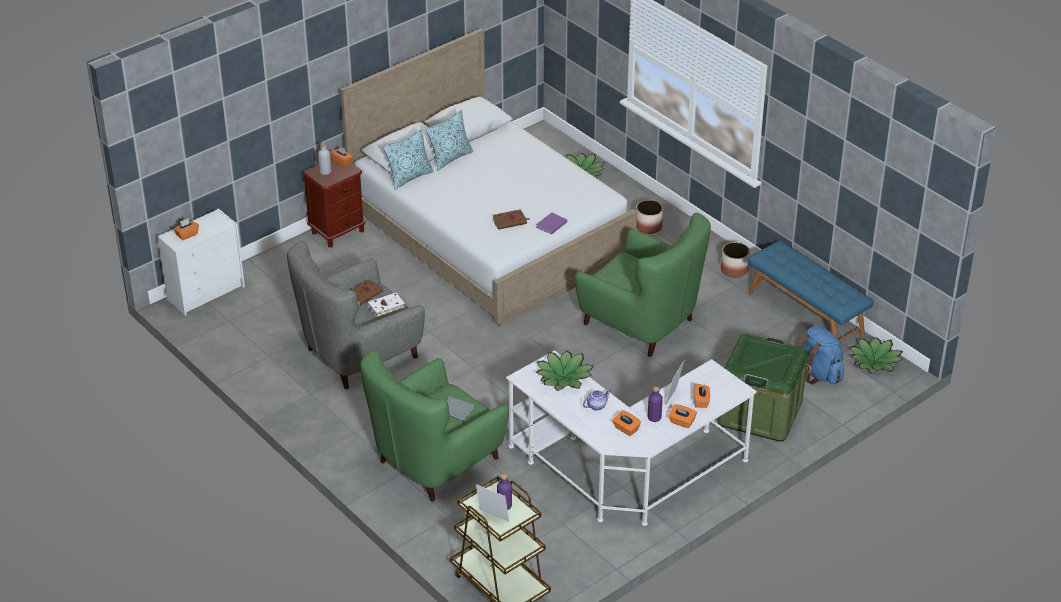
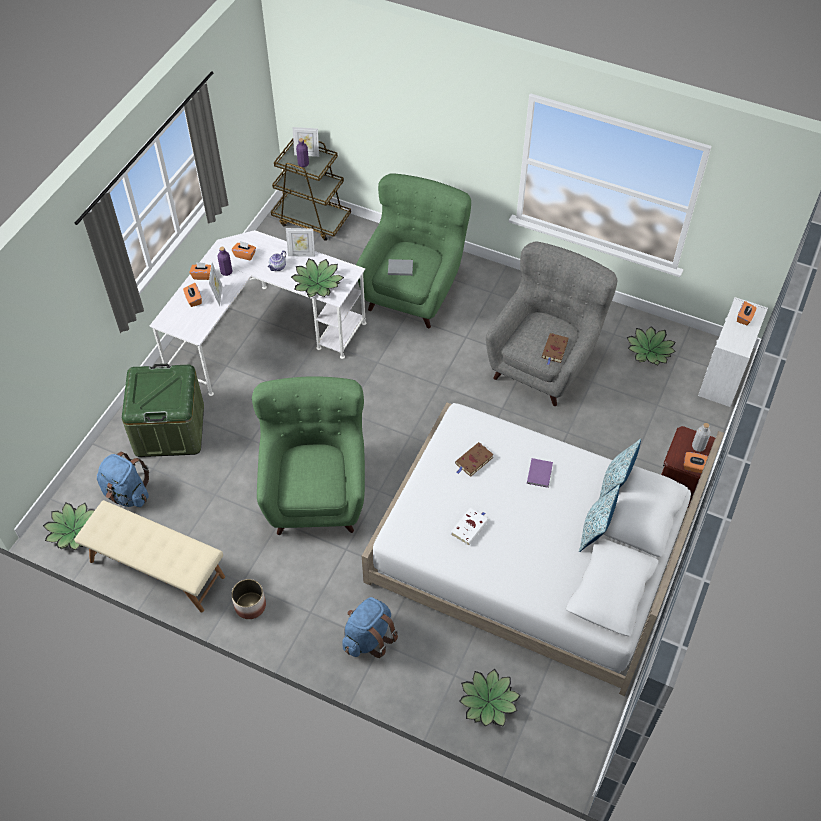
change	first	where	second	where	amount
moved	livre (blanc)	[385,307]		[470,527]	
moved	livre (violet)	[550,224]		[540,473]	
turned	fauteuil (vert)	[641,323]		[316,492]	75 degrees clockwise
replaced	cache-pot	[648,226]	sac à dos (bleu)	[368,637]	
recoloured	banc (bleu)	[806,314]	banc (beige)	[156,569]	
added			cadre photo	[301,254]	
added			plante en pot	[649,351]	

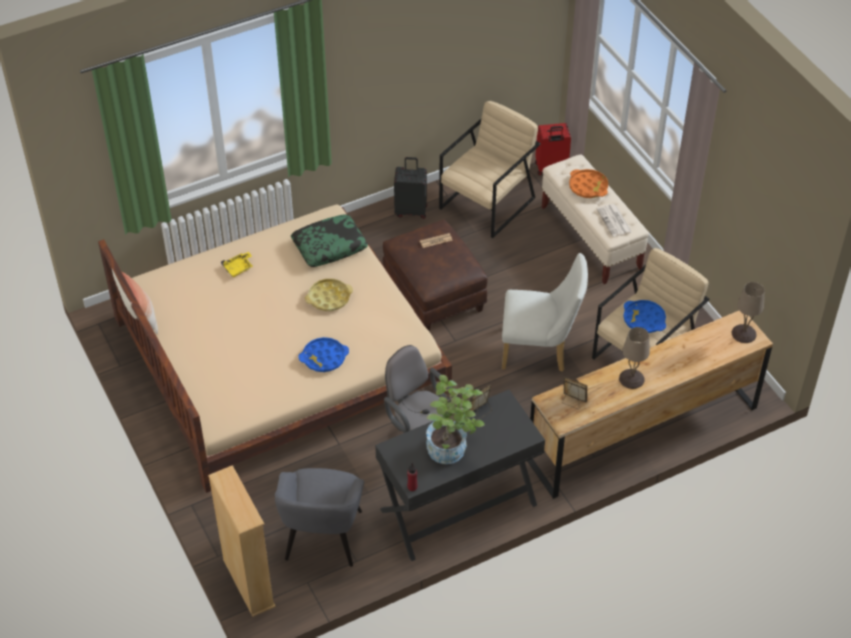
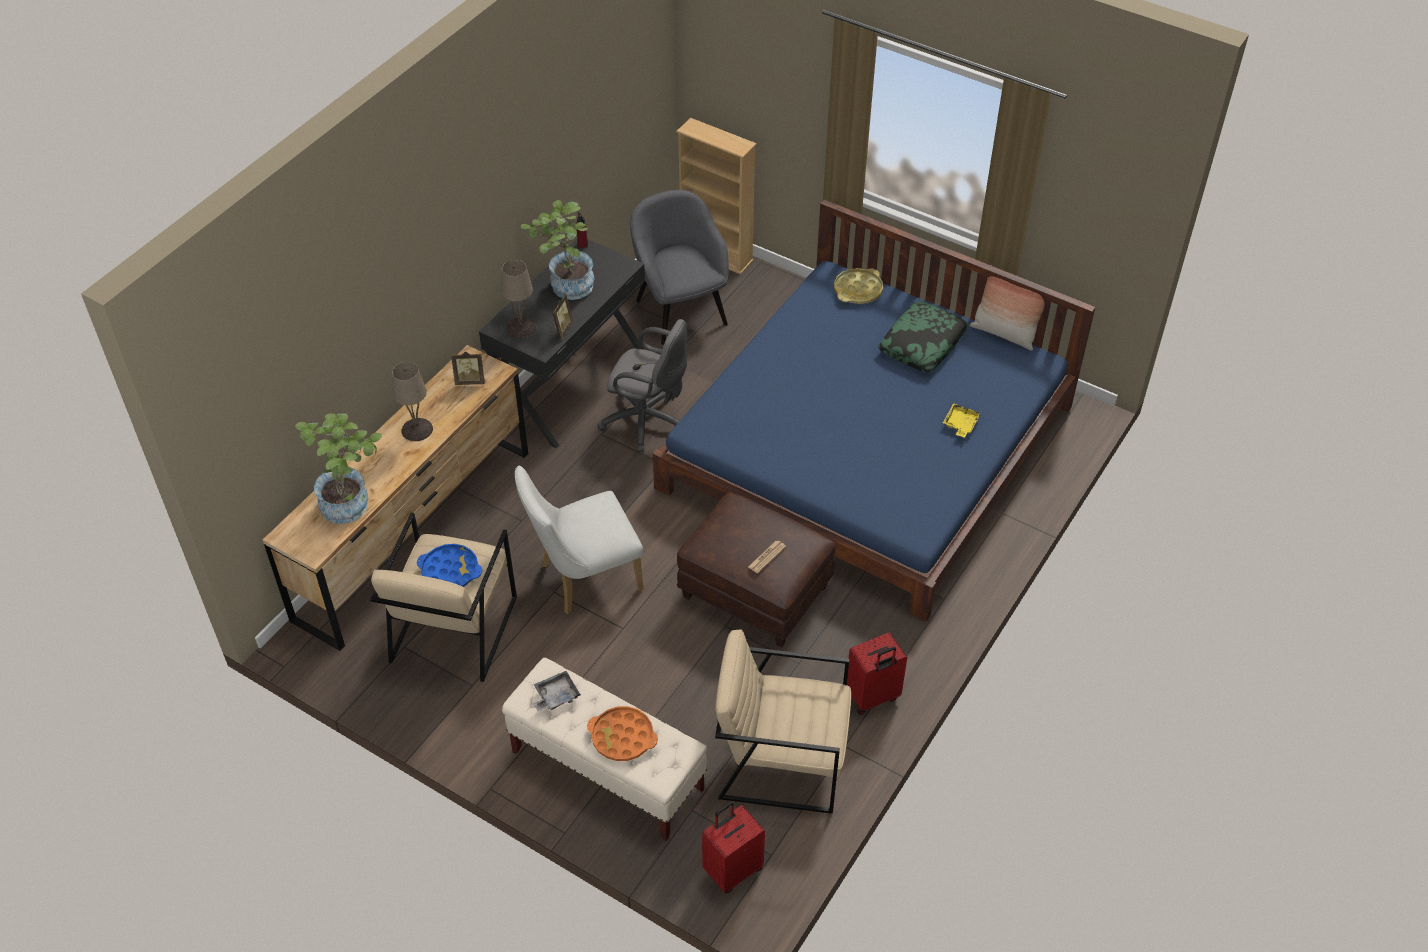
change	first	where	second	where	amount
recoloured	lit (beige)	[279,355]	lit (bleu)	[867,446]	
moved	coussin	[329,246]		[922,344]	
removed	plateau (bleu)	[324,358]			
moved	plateau (jaune)	[329,298]		[858,290]	
recoloured	valise (noir)	[411,210]	valise (rouge)	[872,697]	
turned	fauteuil (beige)	[487,203]		[781,759]	90 degrees clockwise
replaced	journal	[614,221]	plateau (gris)	[556,696]	
moved	lampe de table (beige)	[744,333]		[521,327]	
added			plante en pot	[351,502]	

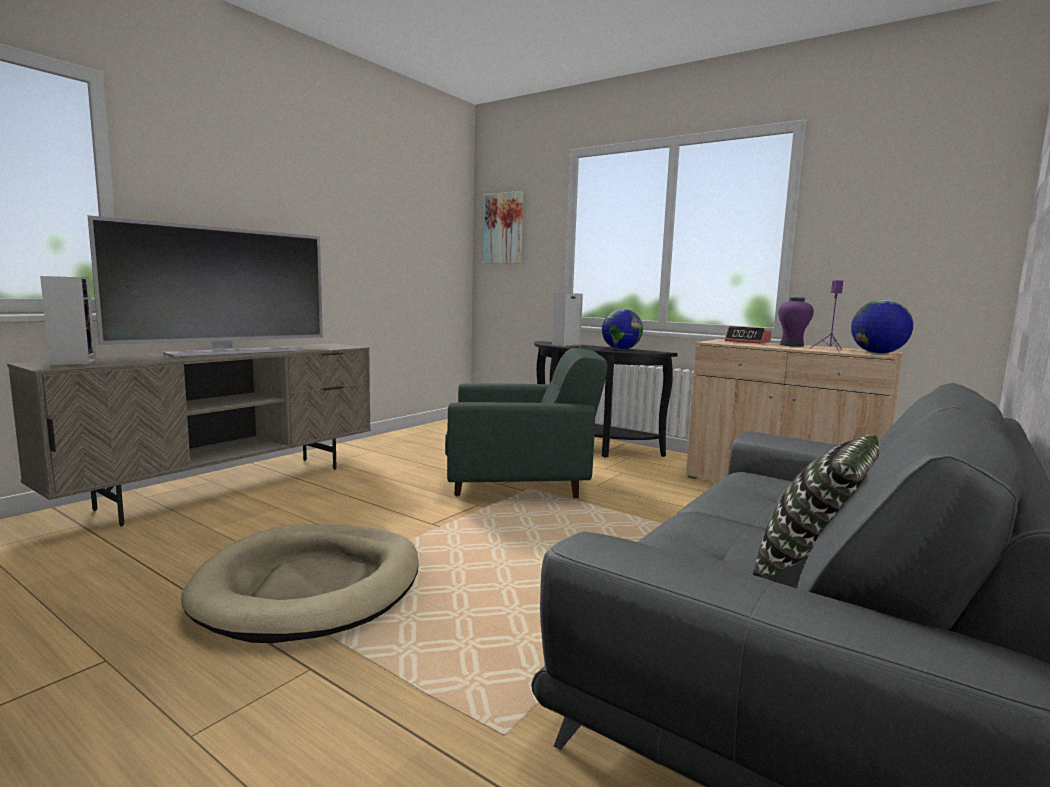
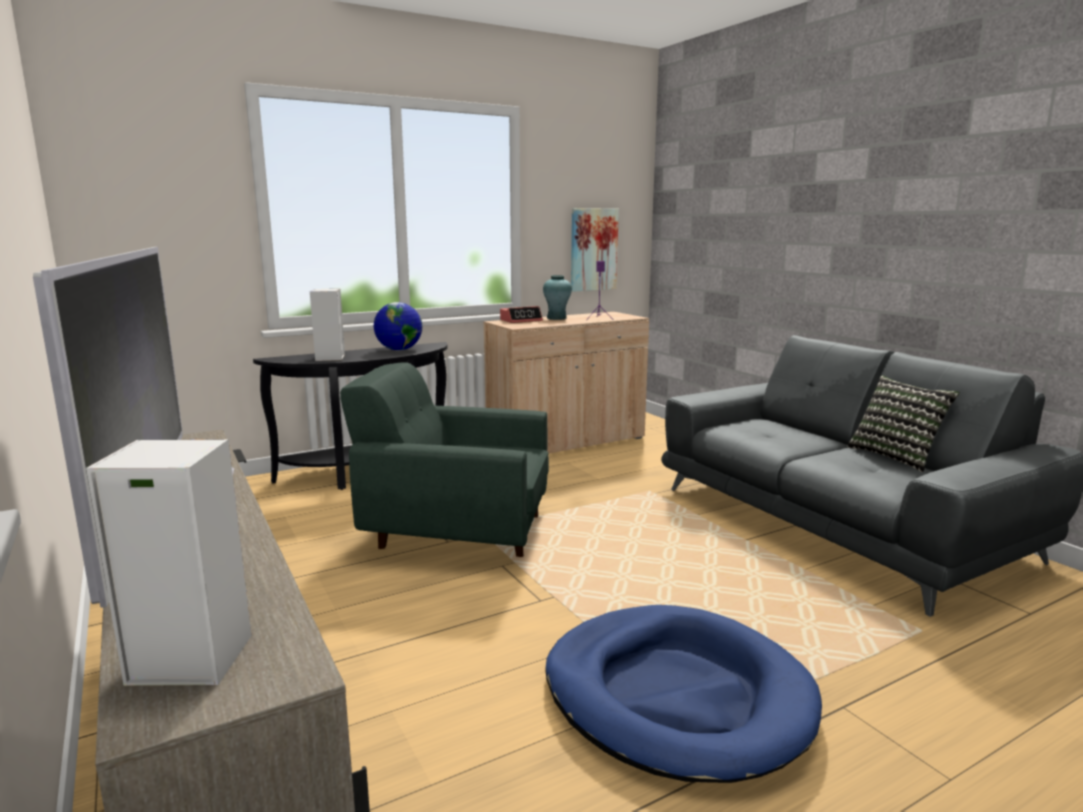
change	first	where	second	where	amount
recoloured	panier pour chien (beige)	[311,586]	panier pour chien (bleu)	[676,696]	
turned	fauteuil (vert)	[521,483]		[456,530]	105 degrees counterclockwise
moved	tableau	[504,228]		[593,249]	
recoloured	vase (violet)	[792,345]	vase (turquoise)	[556,318]	
removed	globe	[877,353]			

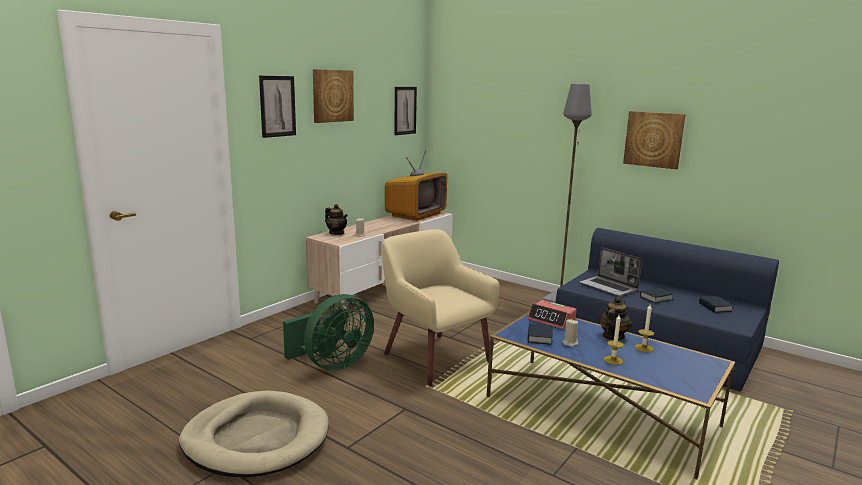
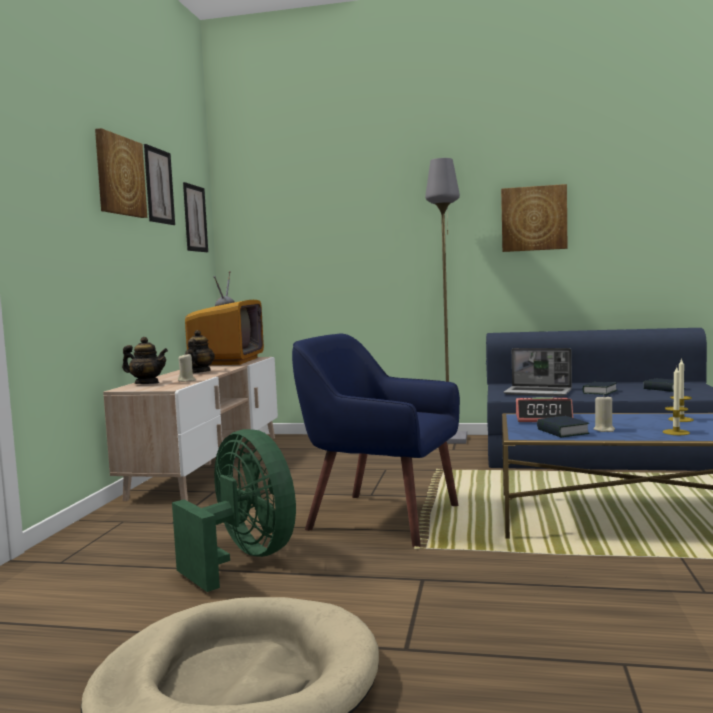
change	first	where	second	where	amount
moved	tableau	[277,106]		[159,186]	
turned	ventilateur (vert)	[332,364]		[243,559]	60 degrees counterclockwise
recoloured	fauteuil (beige)	[435,357]	fauteuil (bleu)	[381,517]	
moved	théière	[612,336]		[199,372]	

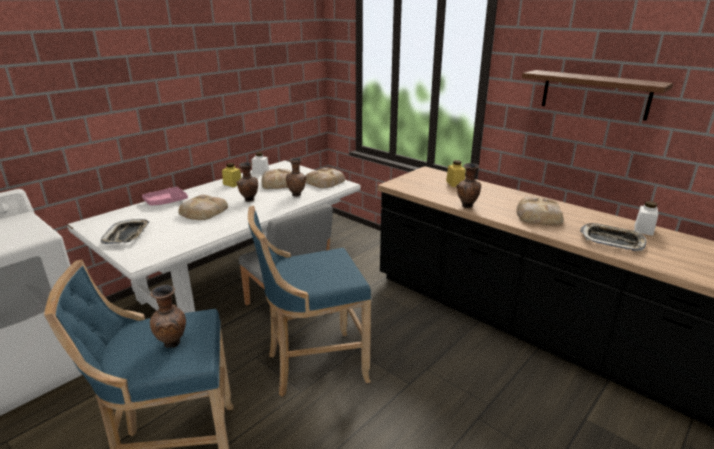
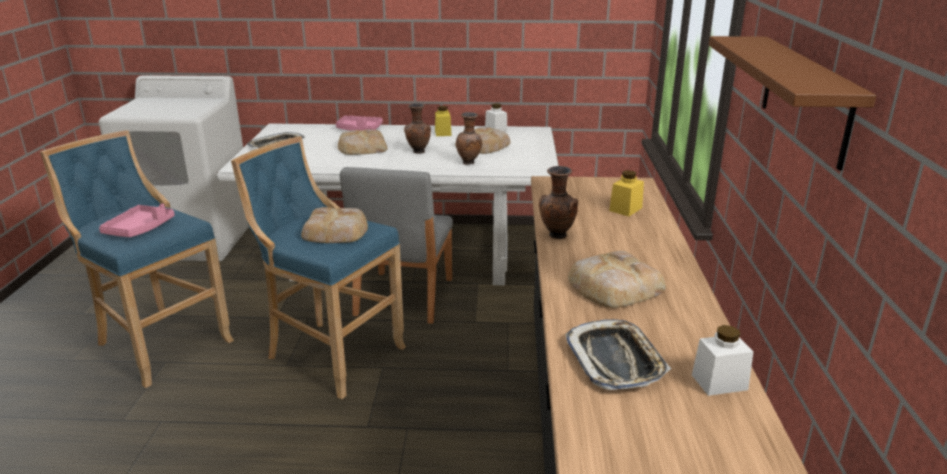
change	first	where	second	where	amount
replaced	vase (marron)	[173,344]	plateau (rose)	[140,229]	
moved	pain	[325,182]		[336,232]	

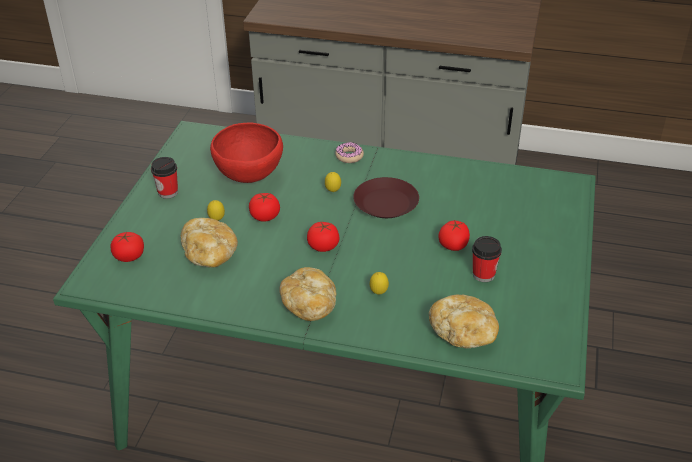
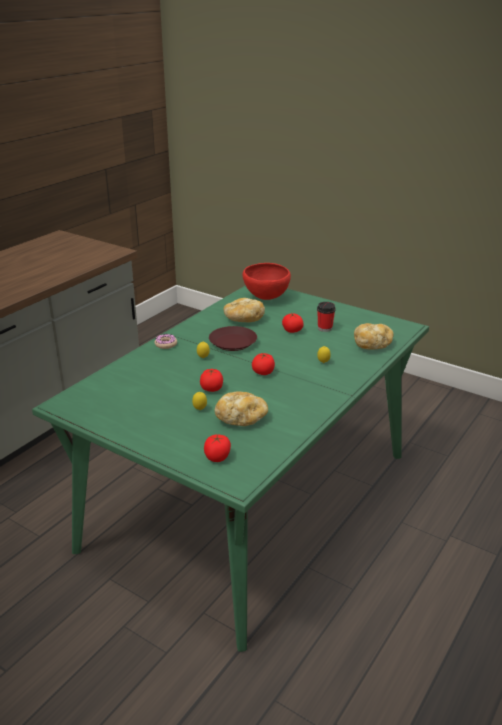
change	first	where	second	where	amount
removed	tasse	[168,192]			
moved	bol (rouge)	[249,177]		[266,298]	
moved	pain	[309,304]		[243,320]	

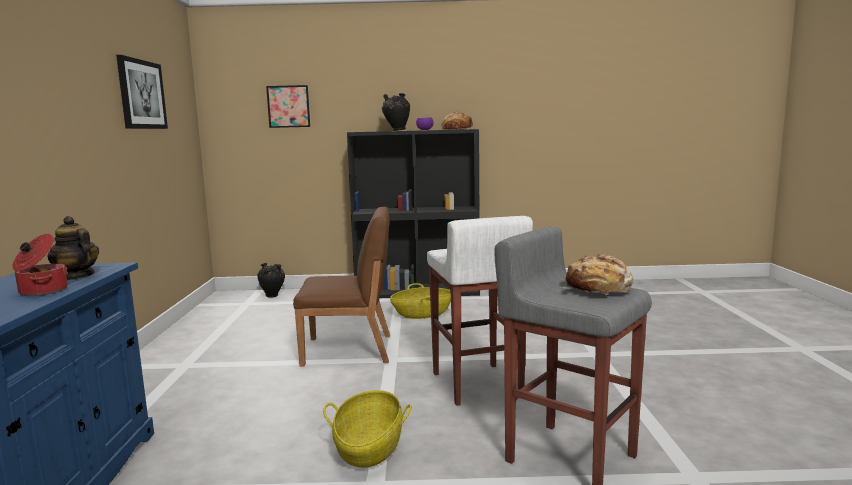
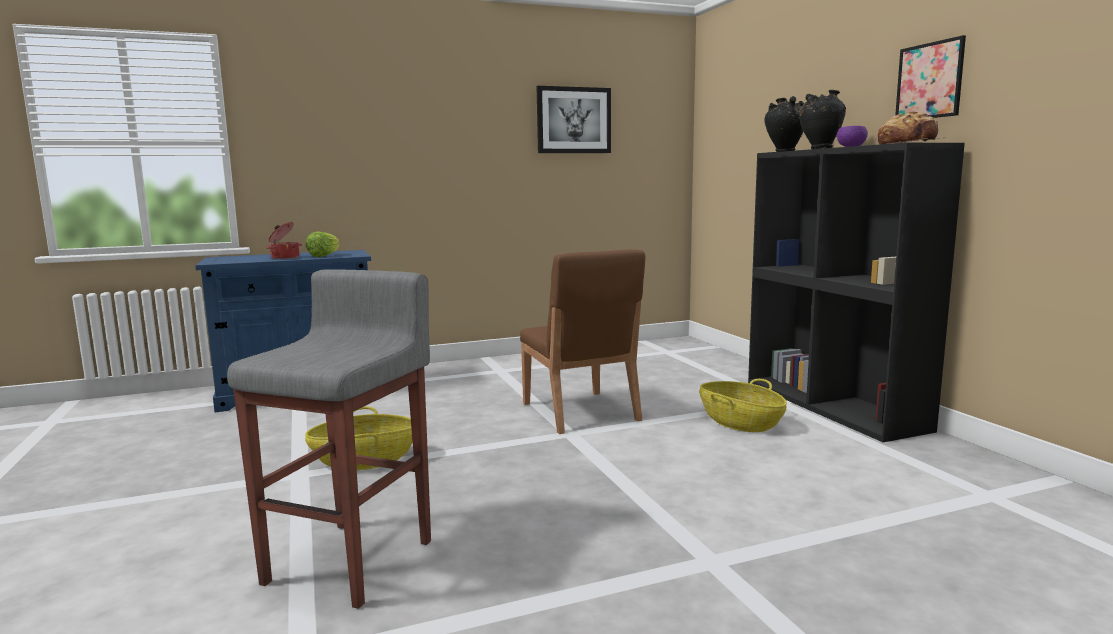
change	first	where	second	where	amount
replaced	théière	[77,276]	laitue	[324,256]	
moved	vase (noir)	[272,296]		[784,151]	
moved	tableau	[288,106]		[929,81]	
removed	tabouret (blanc)	[476,384]			
removed	pain	[598,289]			

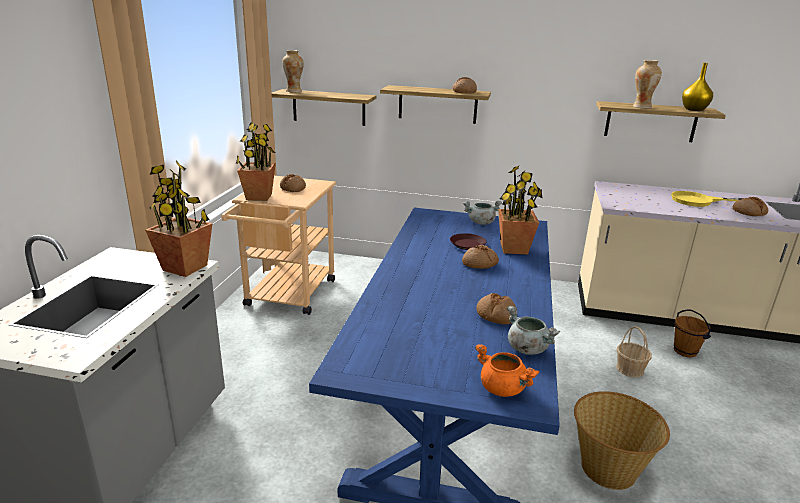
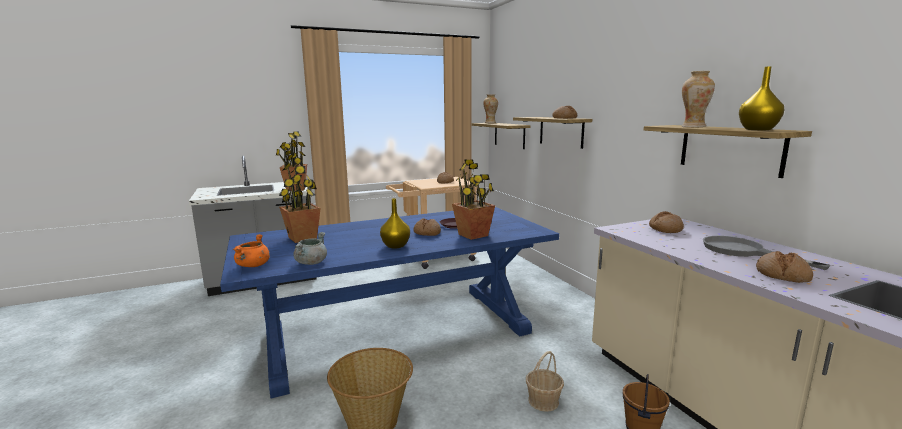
change	first	where	second	where	amount
moved	plante en pot	[258,197]		[302,238]	
removed	marmite (gris)	[481,223]			
moved	pain	[495,315]		[665,229]	
recoloured	poêle (jaune)	[698,201]	poêle (gris)	[743,251]	
added			vase (jaune)	[396,246]	

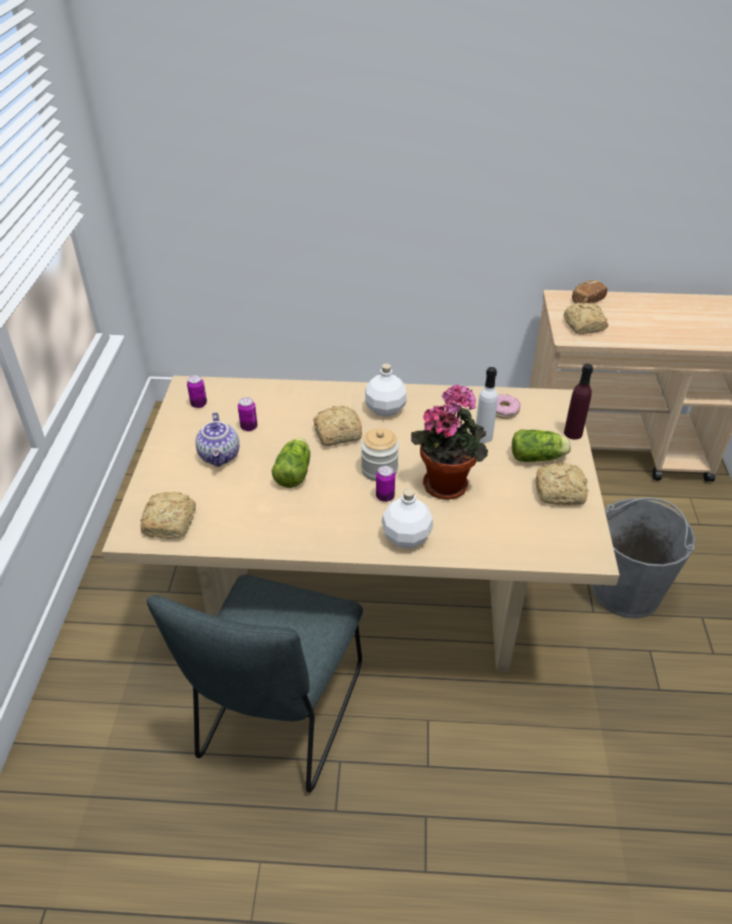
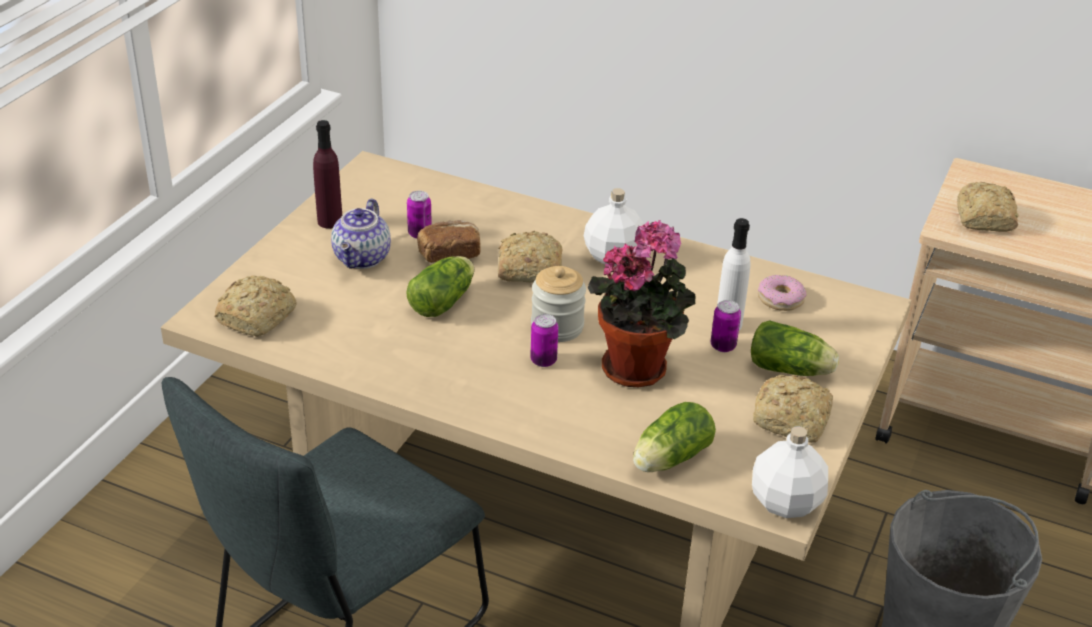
change	first	where	second	where	amount
moved	boîte métallique	[199,404]		[723,346]	
moved	bouteille (blanc)	[406,538]		[785,503]	
moved	bouteille (violet)	[573,433]		[330,221]	
moved	pain	[586,300]		[449,254]	
added			laitue	[668,459]	

